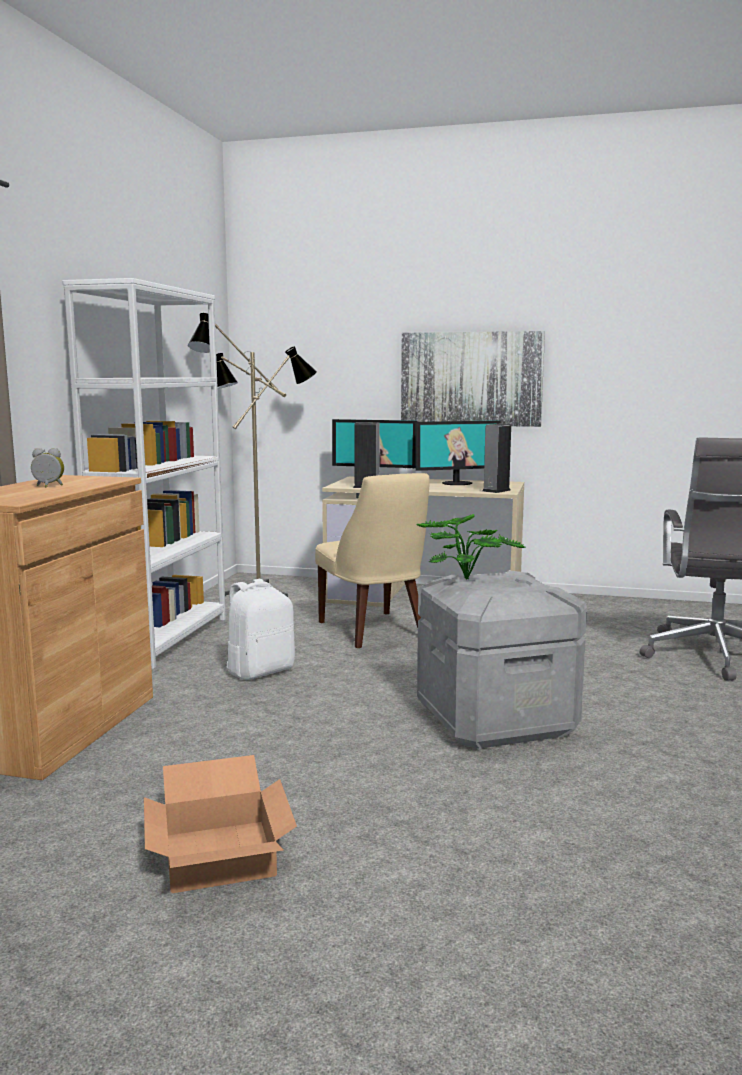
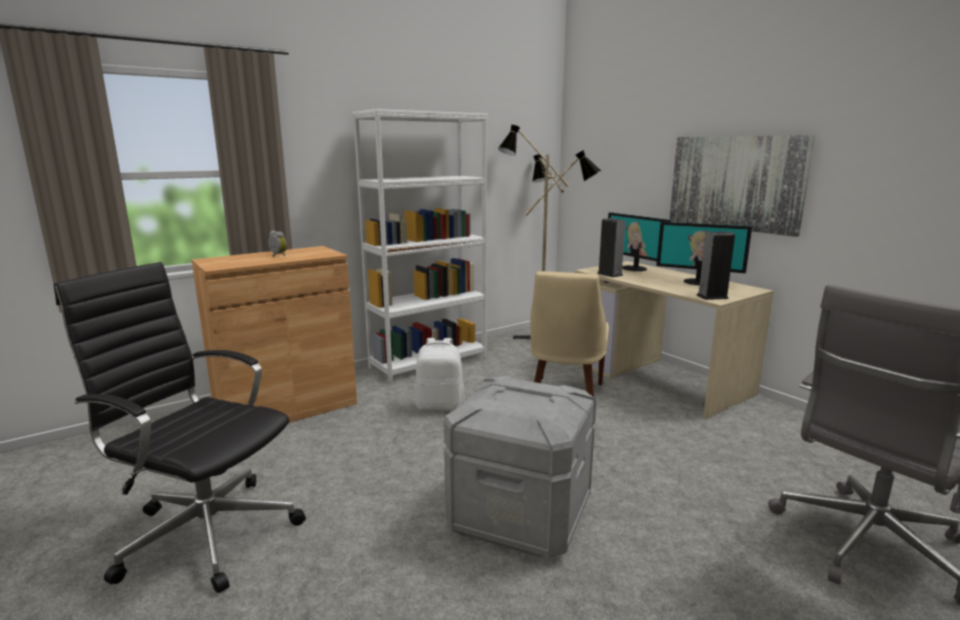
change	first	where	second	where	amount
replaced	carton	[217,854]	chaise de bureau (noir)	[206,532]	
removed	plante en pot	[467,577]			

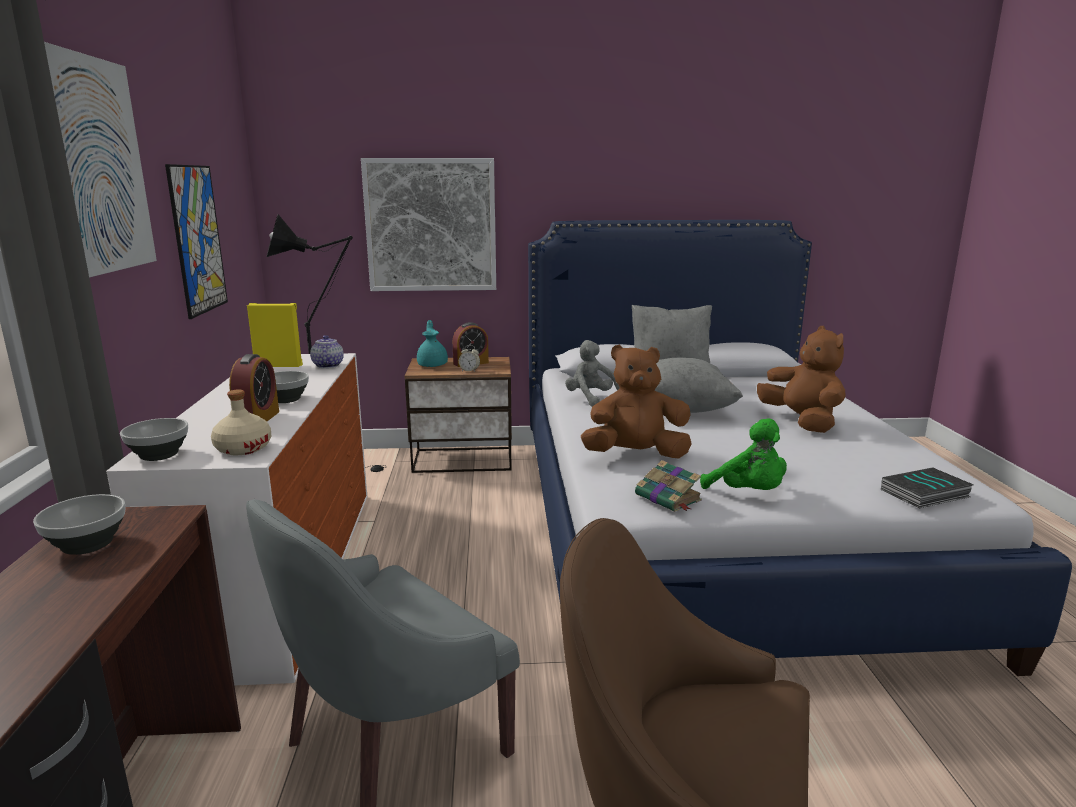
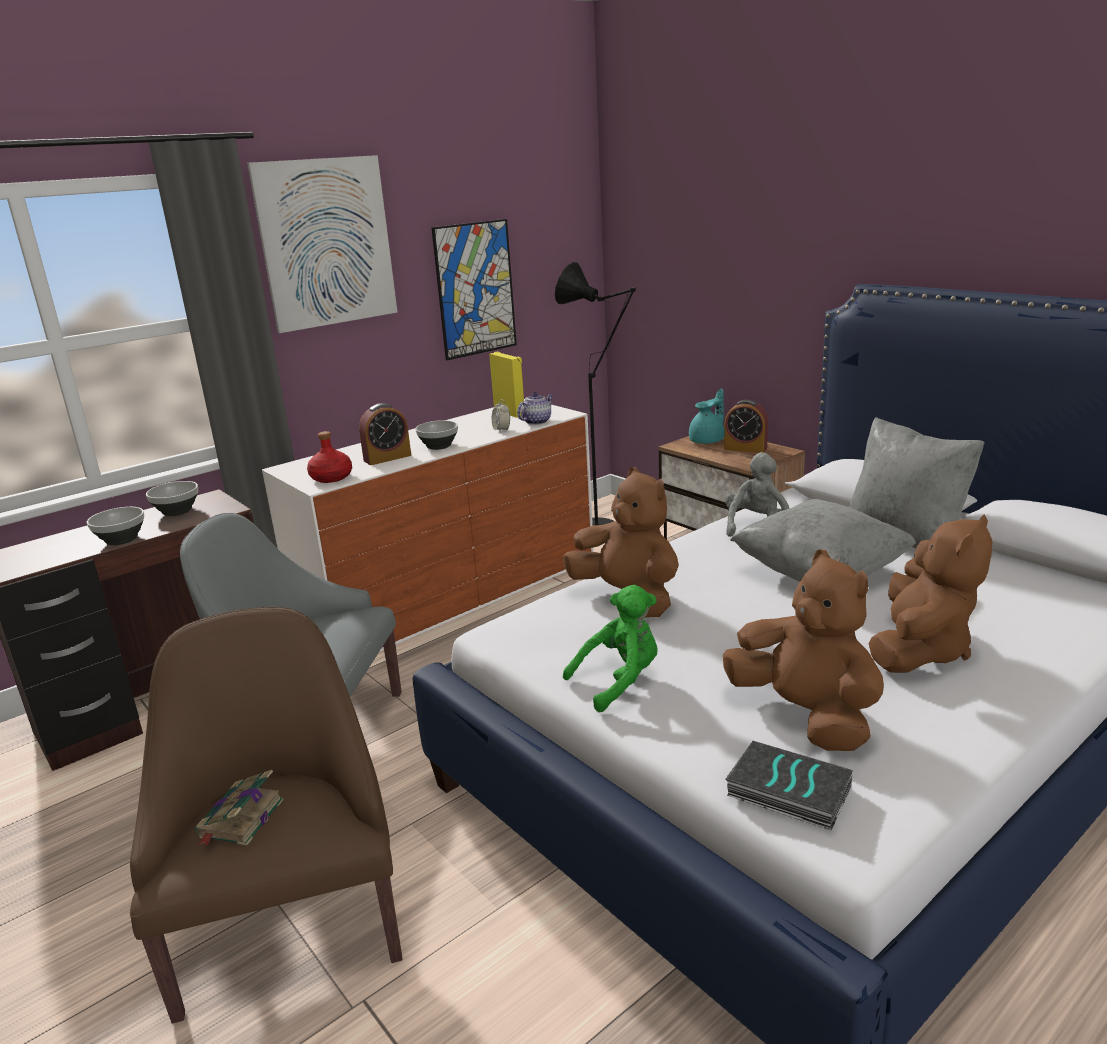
change	first	where	second	where	amount
moved	bol	[160,454]		[122,539]	
recoloured	bouteille (beige)	[243,448]	bouteille (rouge)	[331,477]	
removed	tableau	[431,225]			
moved	réveil	[469,371]		[501,430]	
moved	livre	[669,498]		[240,819]	
turned	peluche (vert)	[748,493]		[619,681]	135 degrees counterclockwise
added			peluche (marron)	[805,715]	

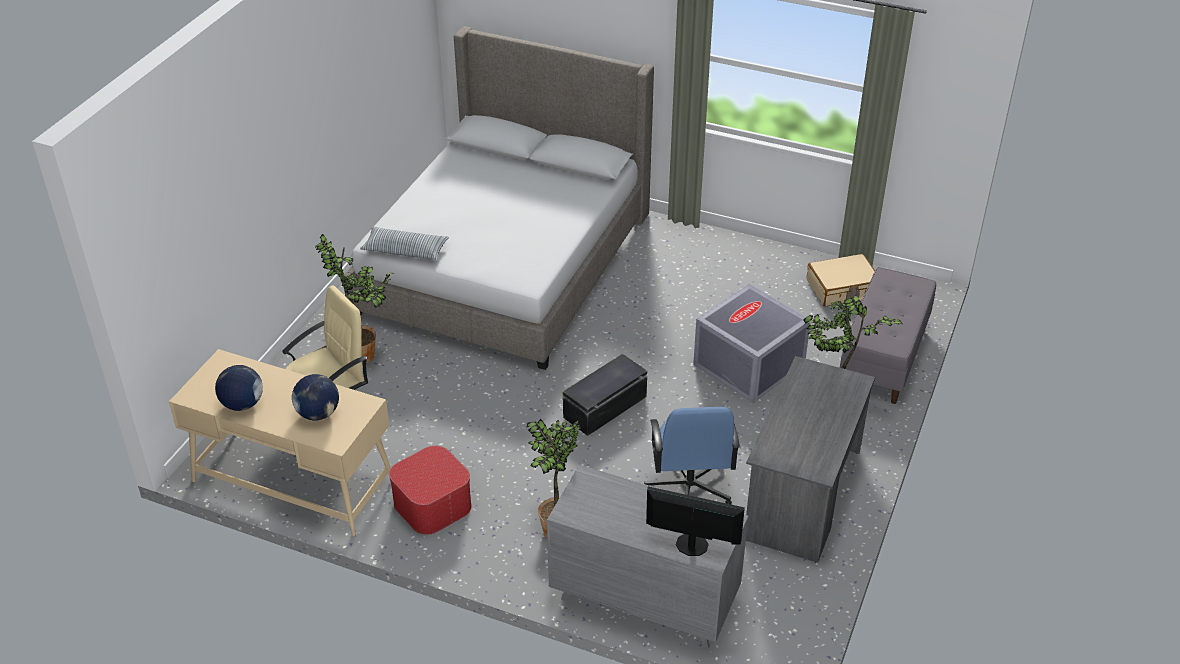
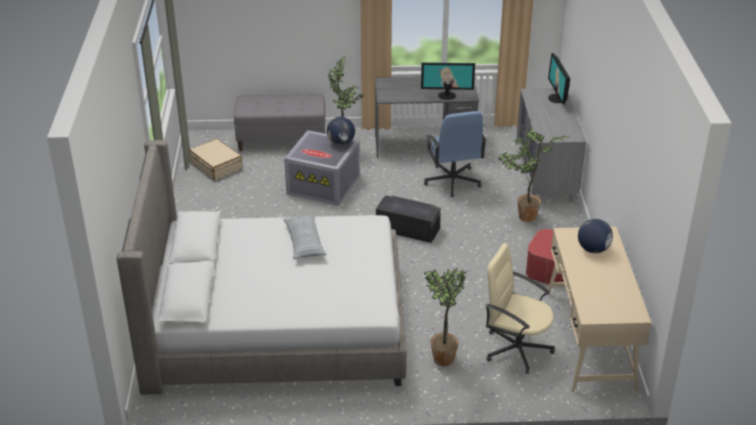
change	first	where	second	where	amount
moved	globe	[242,404]		[341,143]	
moved	coussin	[405,250]		[304,242]	
turned	chaise de bureau (bleu)	[689,489]		[452,181]	105 degrees clockwise
added			écran d'ordinateur	[447,95]	

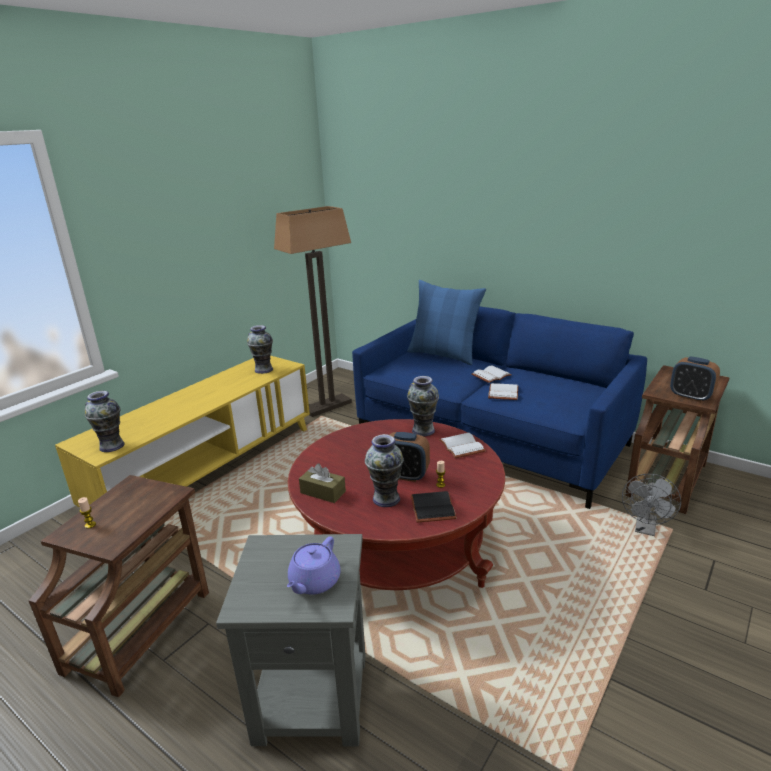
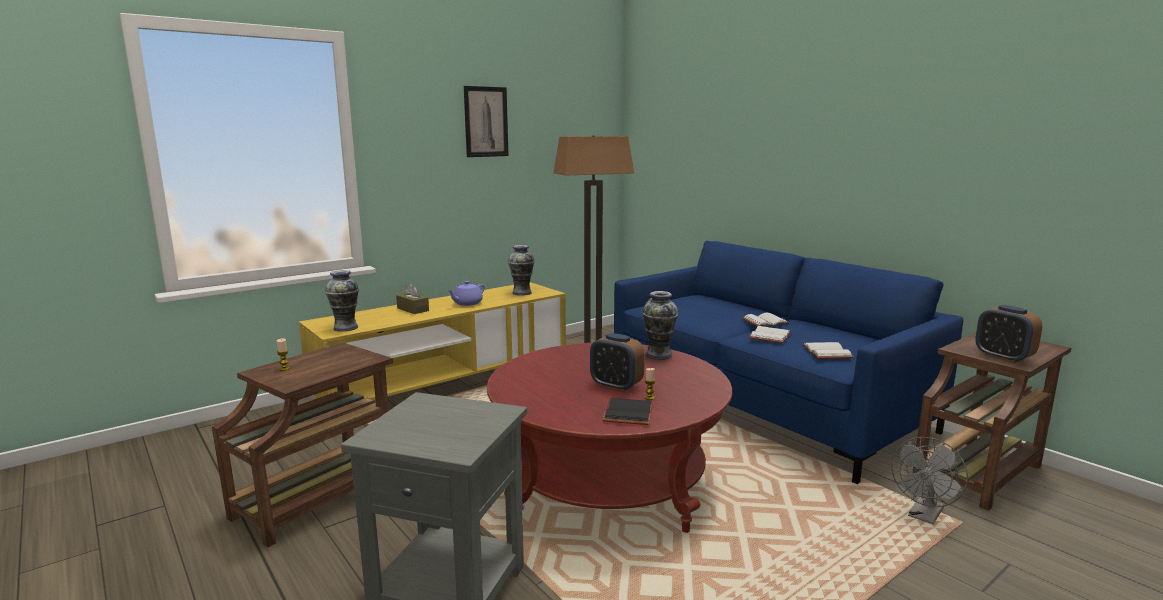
change	first	where	second	where	amount
moved	théière (violet)	[314,582]		[467,303]	
moved	boîte à mouchoirs (marron)	[323,492]		[413,309]	
removed	vase	[386,498]			
removed	coussin (bleu)	[444,355]			
moved	livre (blanc)	[460,446]		[825,352]	
added			tableau	[486,122]	

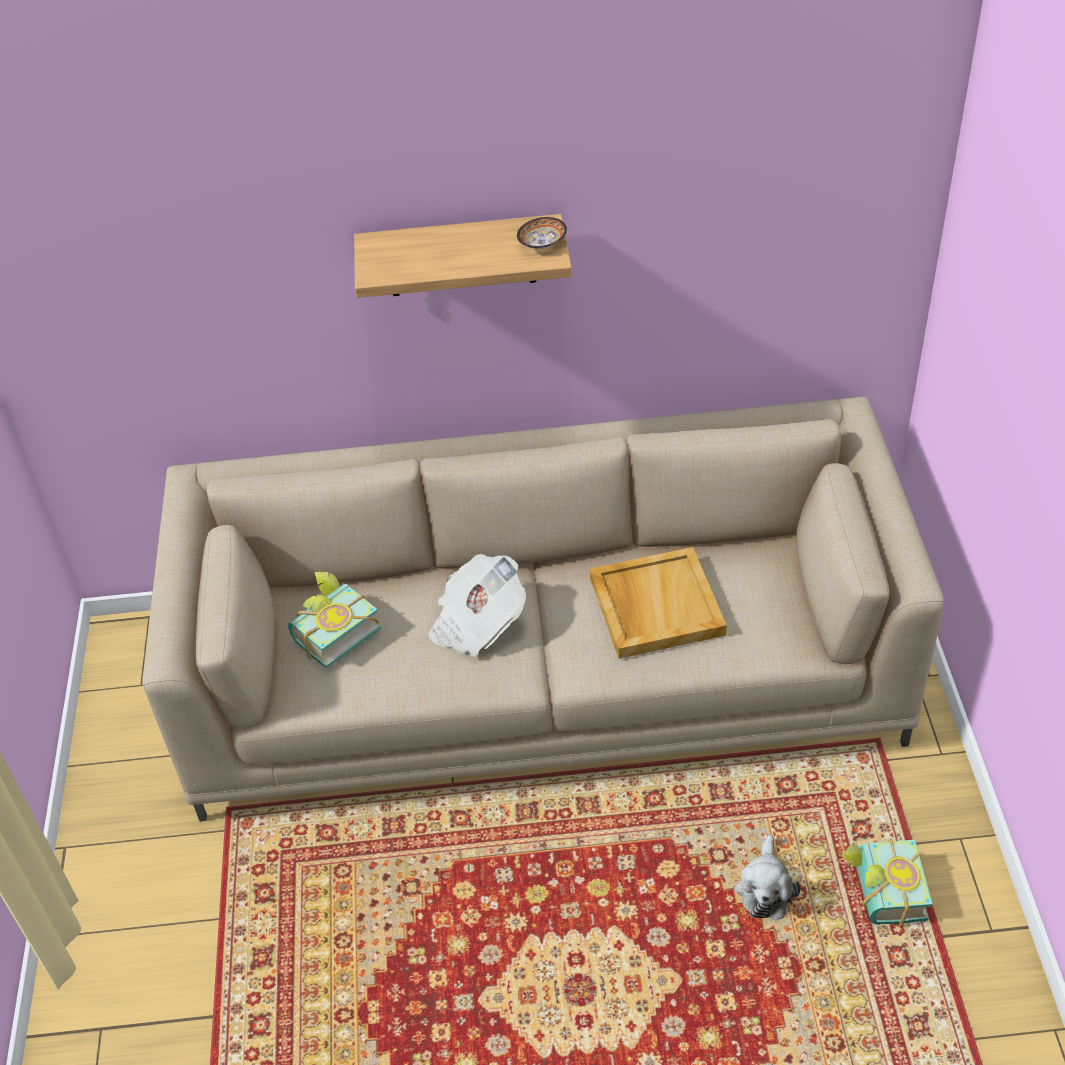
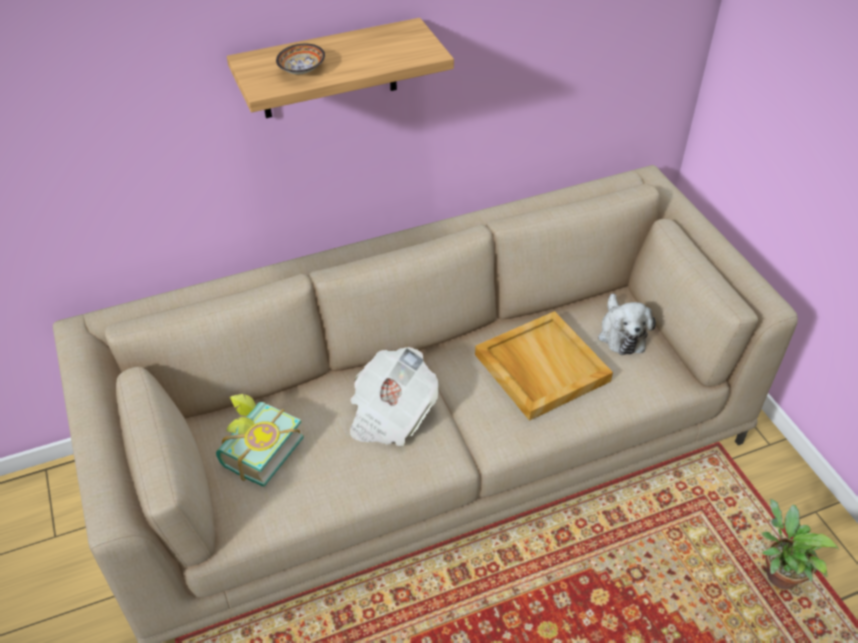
change	first	where	second	where	amount
moved	bol	[542,244]		[302,71]	
moved	peluche	[765,888]		[621,333]	
replaced	livre	[880,893]	plante en pot	[777,574]	

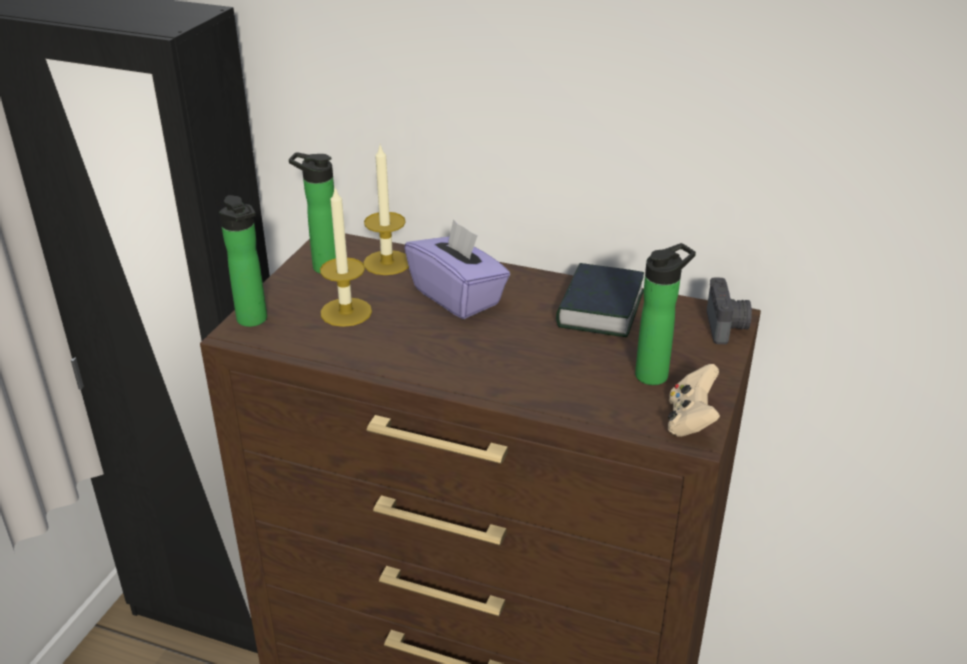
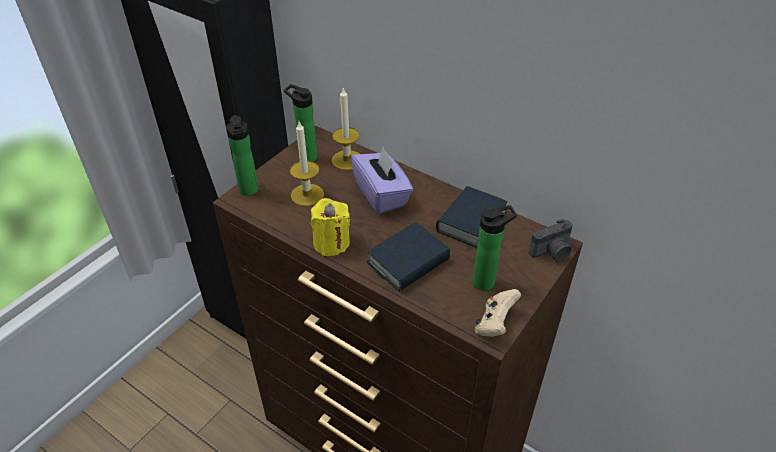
change	first	where	second	where	amount
turned	appareil photo	[726,327]		[552,252]	45 degrees clockwise
added			bougie (jaune)	[331,243]	
added			livre	[408,262]	

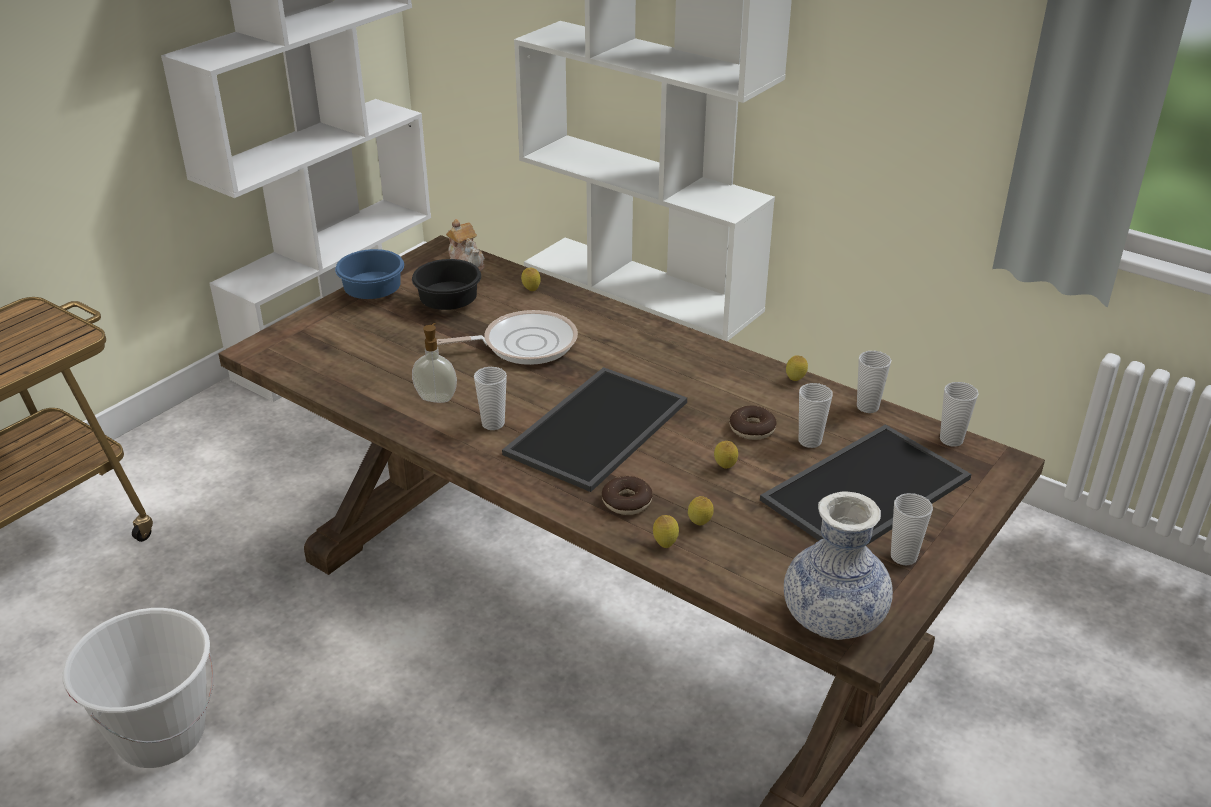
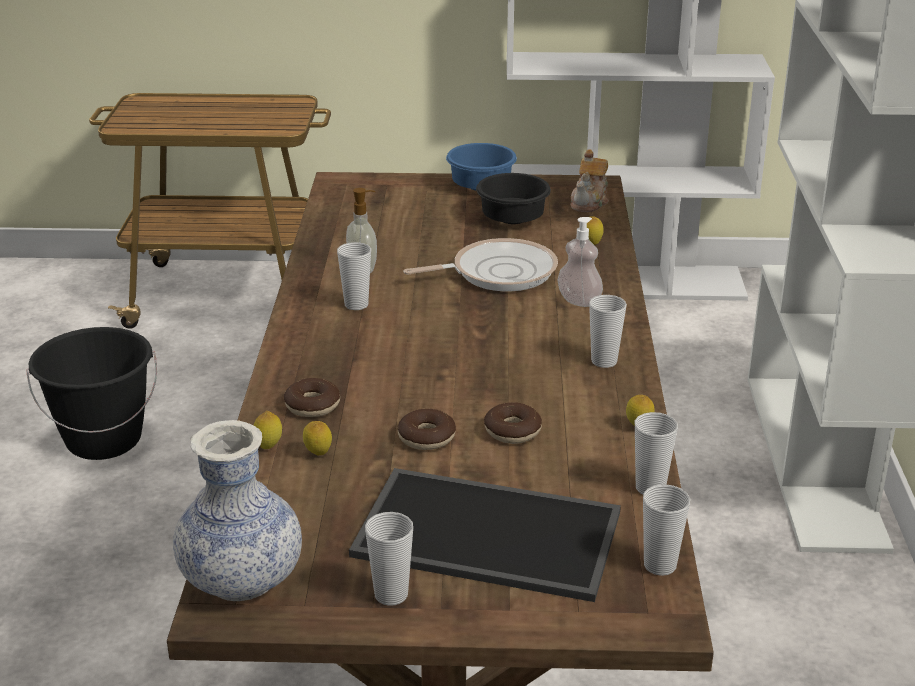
change	first	where	second	where	amount
recoloured	seau (blanc)	[161,735]	seau (noir)	[104,440]	
turned	poêle	[524,344]		[498,272]	60 degrees counterclockwise
removed	plateau	[596,426]			
replaced	citron	[725,467]	beignet	[426,438]	
moved	tasse	[809,441]		[604,361]	
added			distributeur de savon	[579,301]	

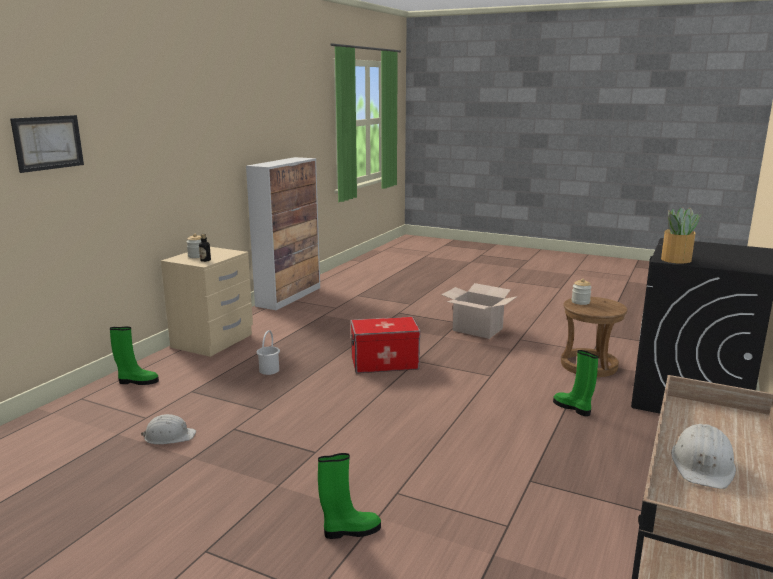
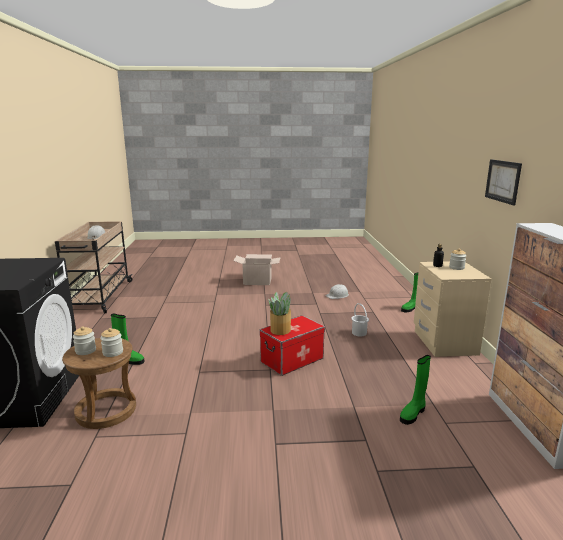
change	first	where	second	where	amount
moved	tableau	[48,142]		[503,181]	
moved	botte (vert)	[350,531]		[413,414]	
moved	carton	[478,329]		[257,281]	
moved	plante en pot	[675,259]		[281,330]	
added			bocal	[85,351]	

